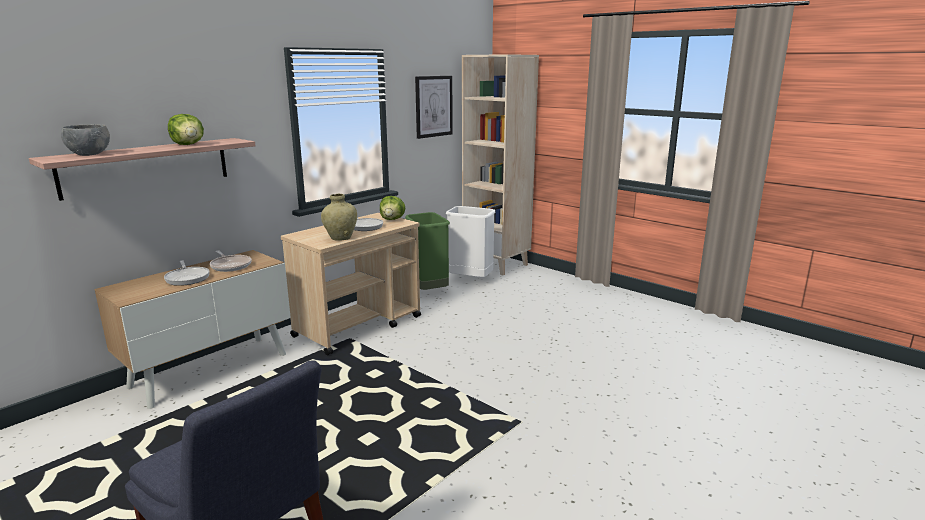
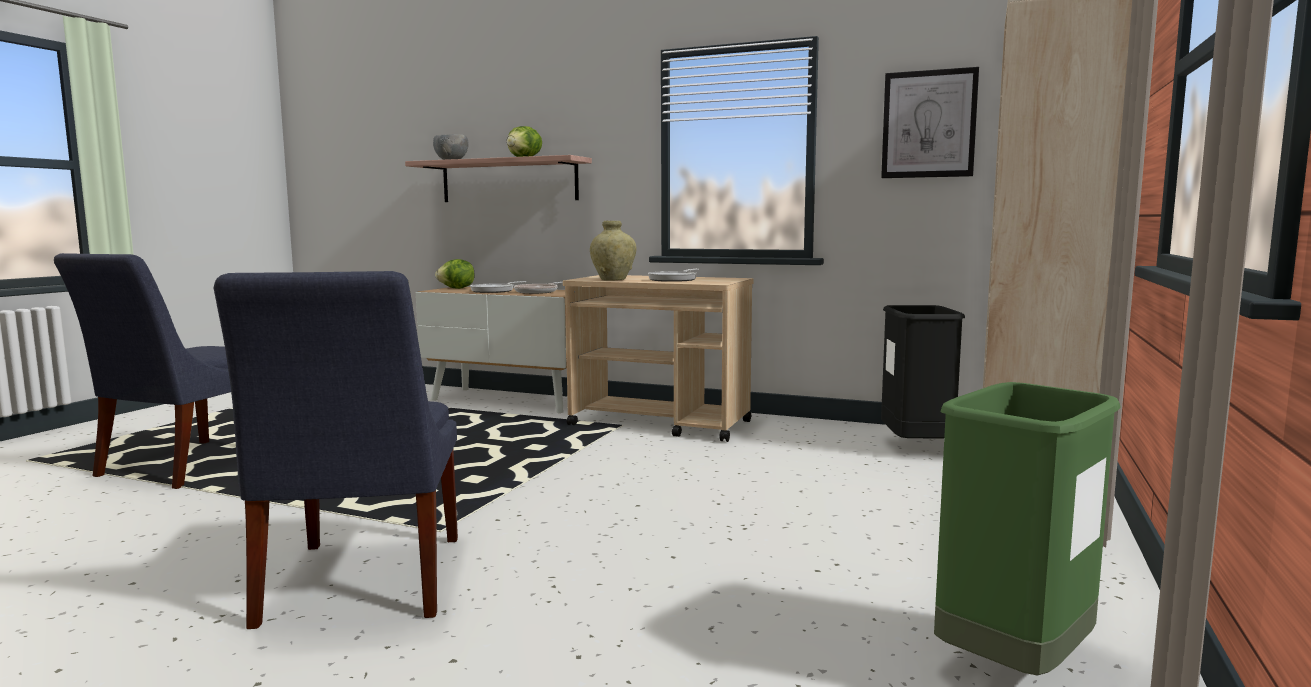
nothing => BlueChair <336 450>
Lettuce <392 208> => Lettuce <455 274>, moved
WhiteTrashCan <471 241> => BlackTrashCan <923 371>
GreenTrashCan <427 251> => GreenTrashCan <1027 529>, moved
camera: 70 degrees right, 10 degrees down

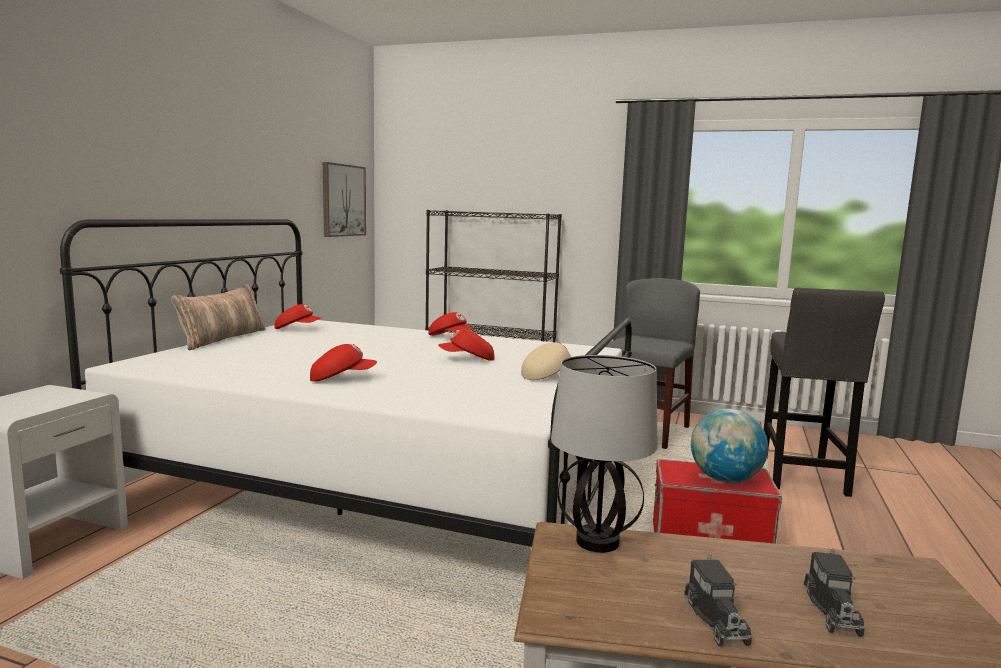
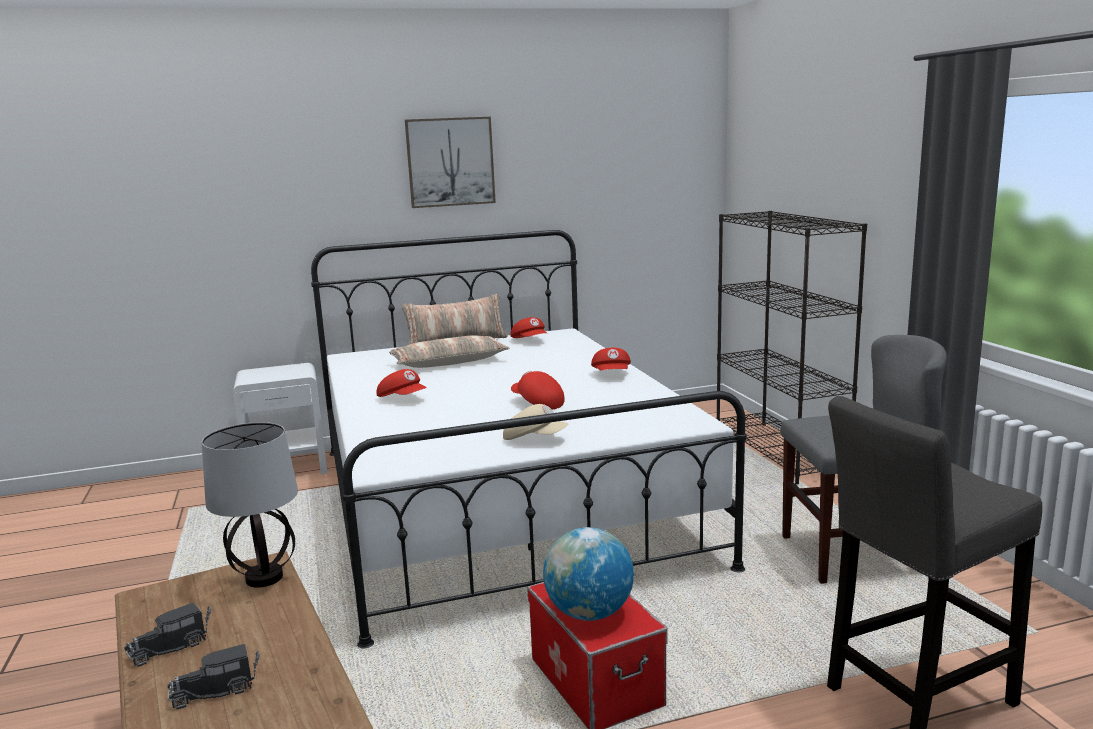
nothing => Pillow <449 351>
Picture <344 199> => Picture <450 162>, moved
camera: 55 degrees right, 5 degrees up

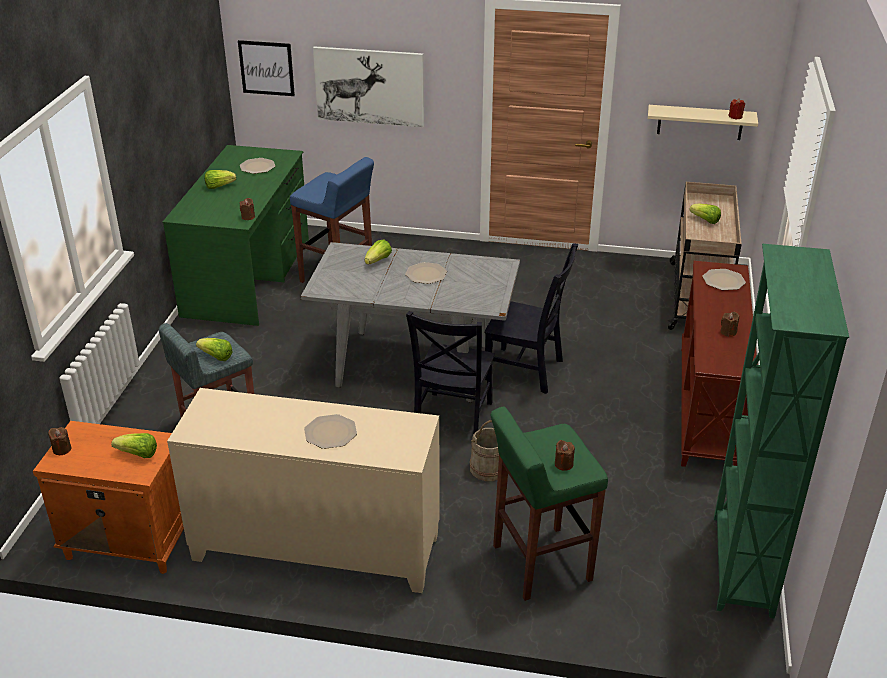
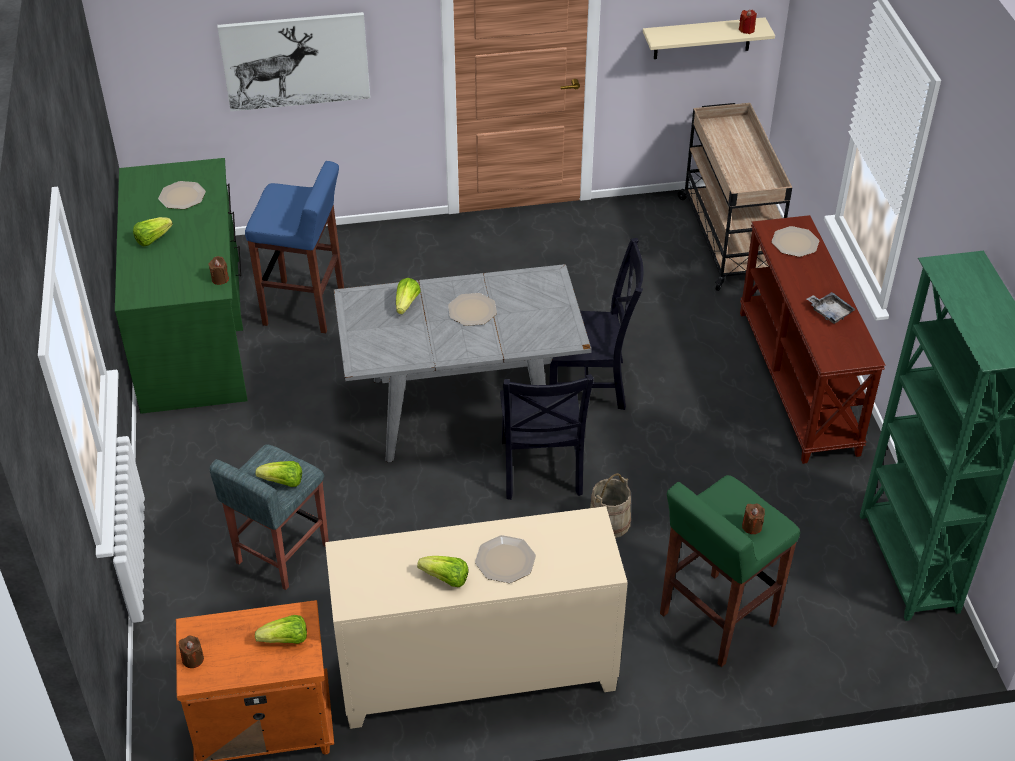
Lettuce <705 214> => Lettuce <443 571>, moved
BrownCandle <729 324> => GreyTray <831 308>
Picture <266 68> => nothing
camera: 20 degrees left, 10 degrees up

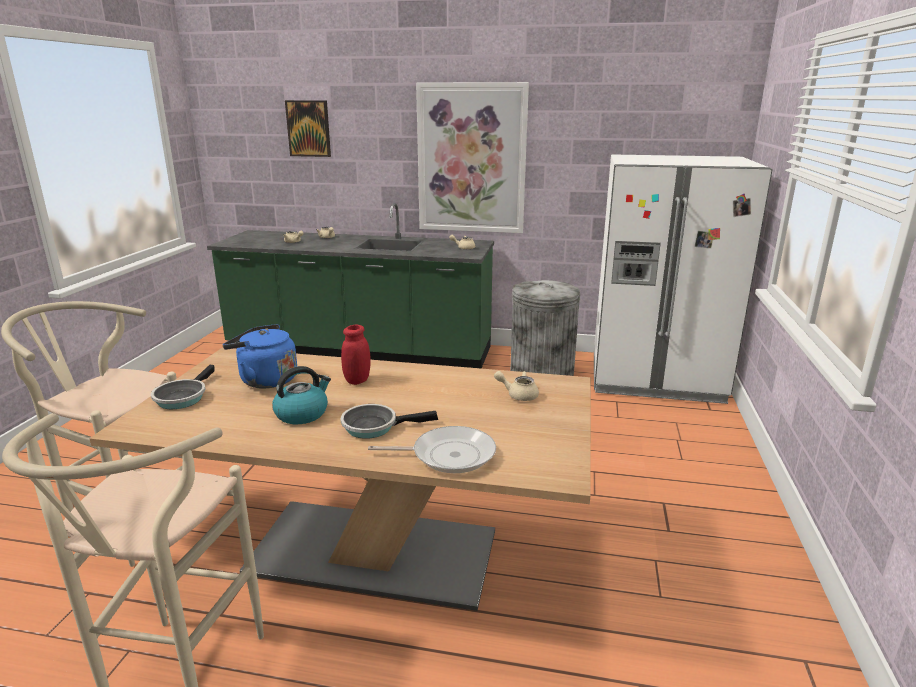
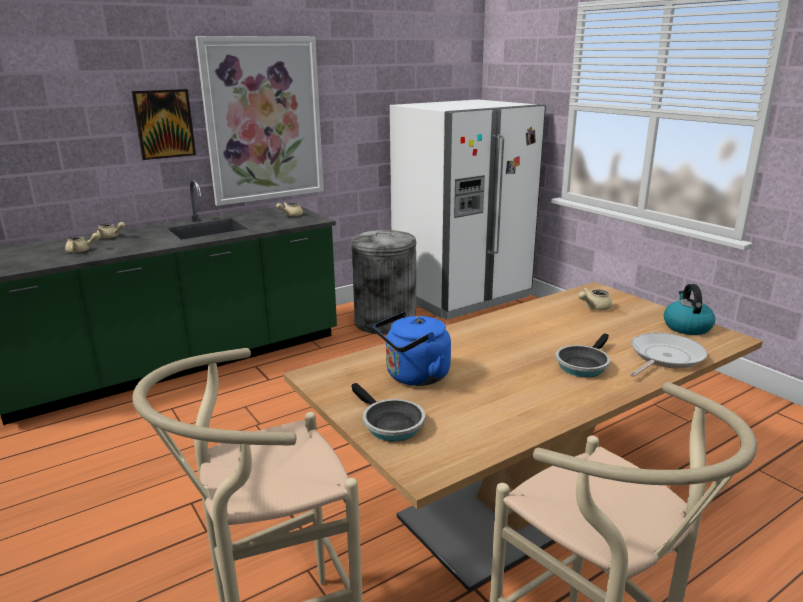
Picture <308 128> => Picture <163 124>, moved
Kettle <301 395> => Kettle <689 309>, moved
RedJar <356 355> => nothing
camera: 45 degrees left, 0 degrees up

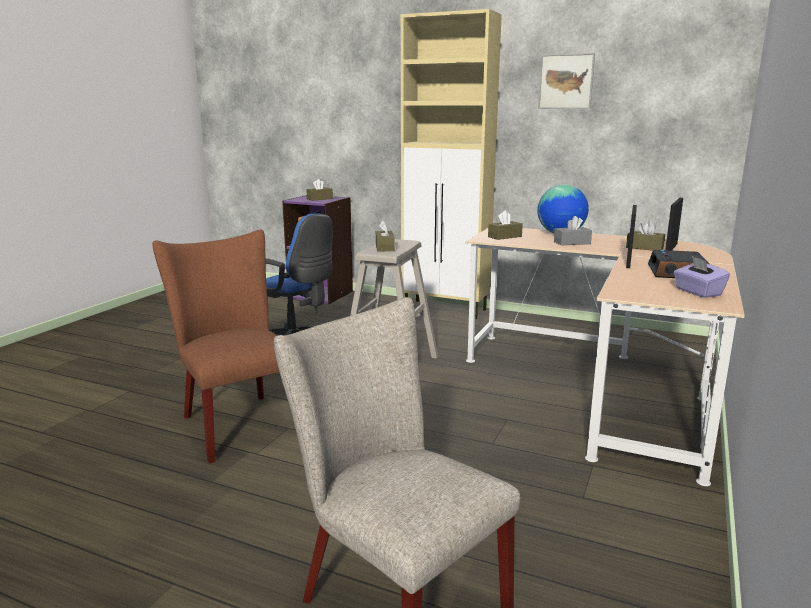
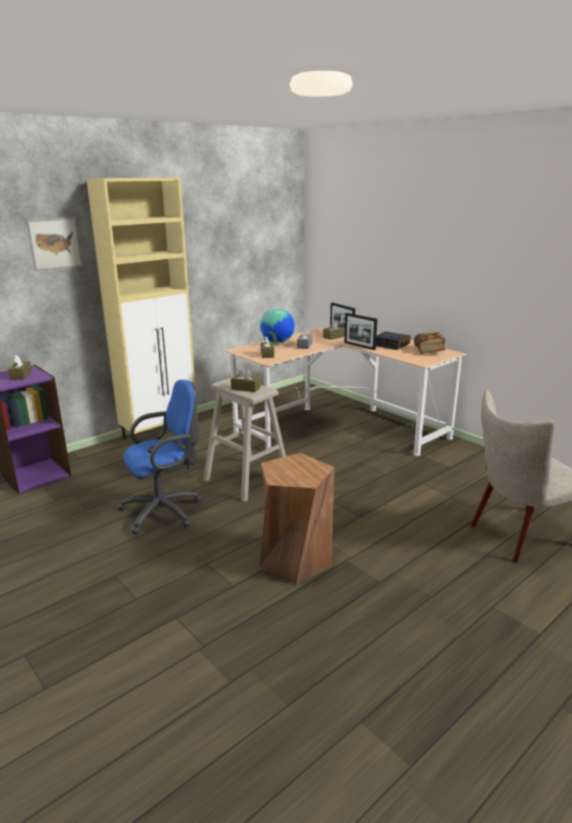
Picture <566 81> => Picture <54 244>, moved
BrownChair <215 346> => BrownStool <297 518>
PurpleTissueBox <702 277> => Book <429 343>
camera: 65 degrees left, 5 degrees up

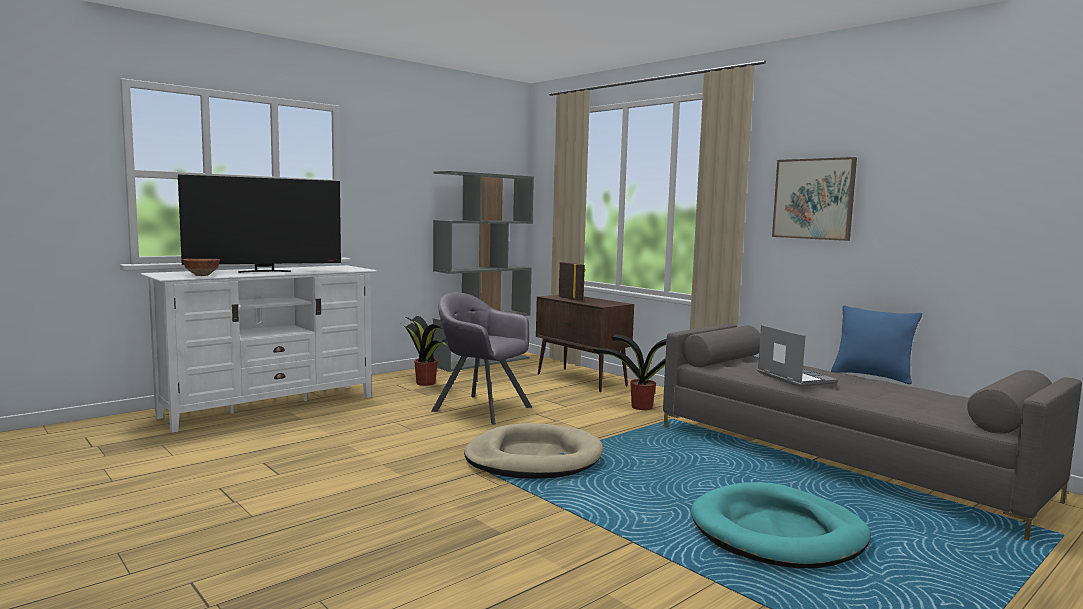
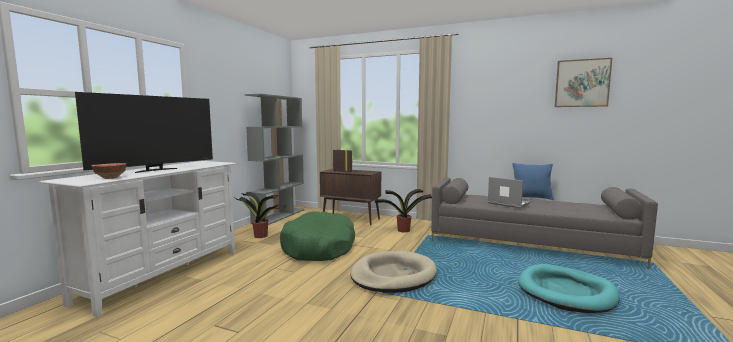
GreyArmchair <481 358> => GreenDogBed <317 236>
Picture <814 199> => Picture <583 82>, moved
camera: 25 degrees left, 0 degrees up

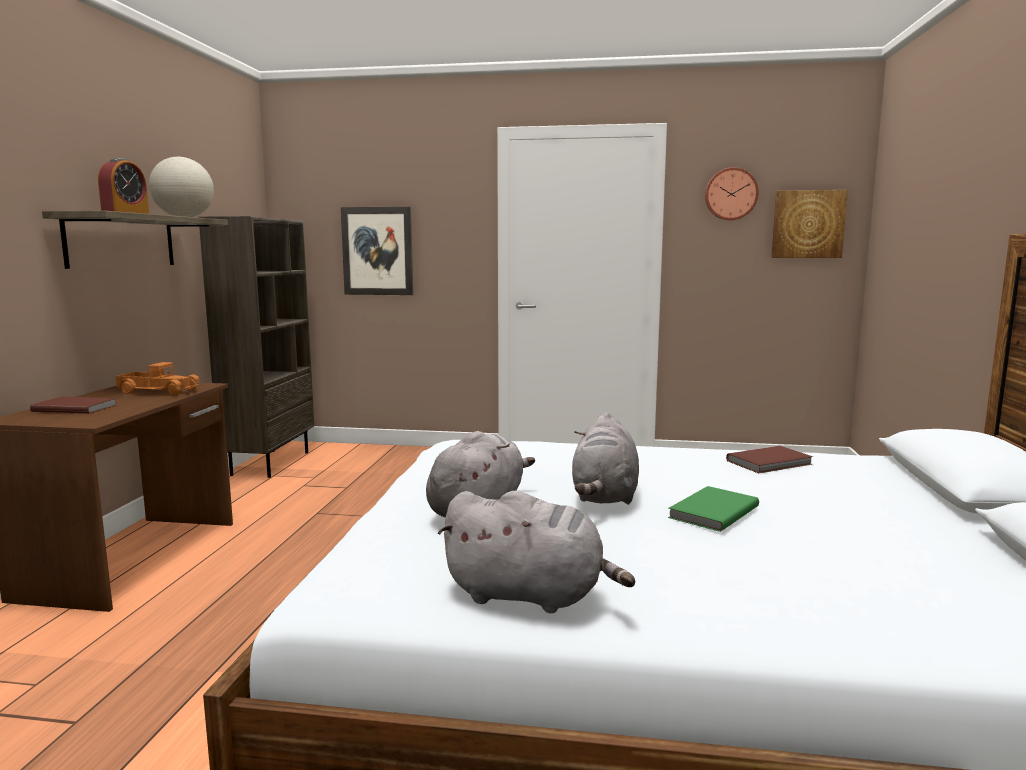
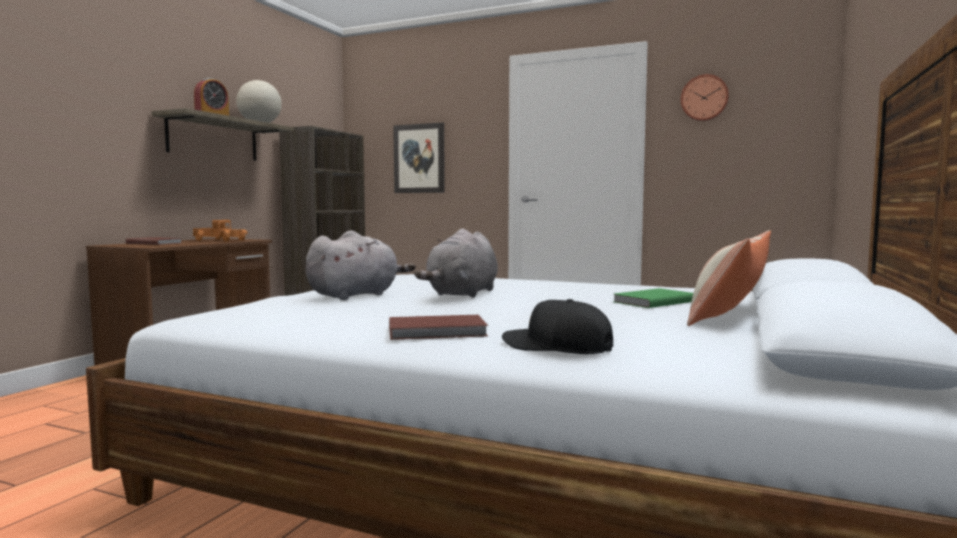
BrownBook <769 459> => BrownBook <438 327>, moved
nothing => BlackCap <557 326>
GreenBook <713 509> => GreenBook <653 298>, moved
nothing => Pillow <729 278>
GreyPlushToy <536 552> => nothing
Picture <809 224> => nothing
camera: 15 degrees right, 5 degrees down

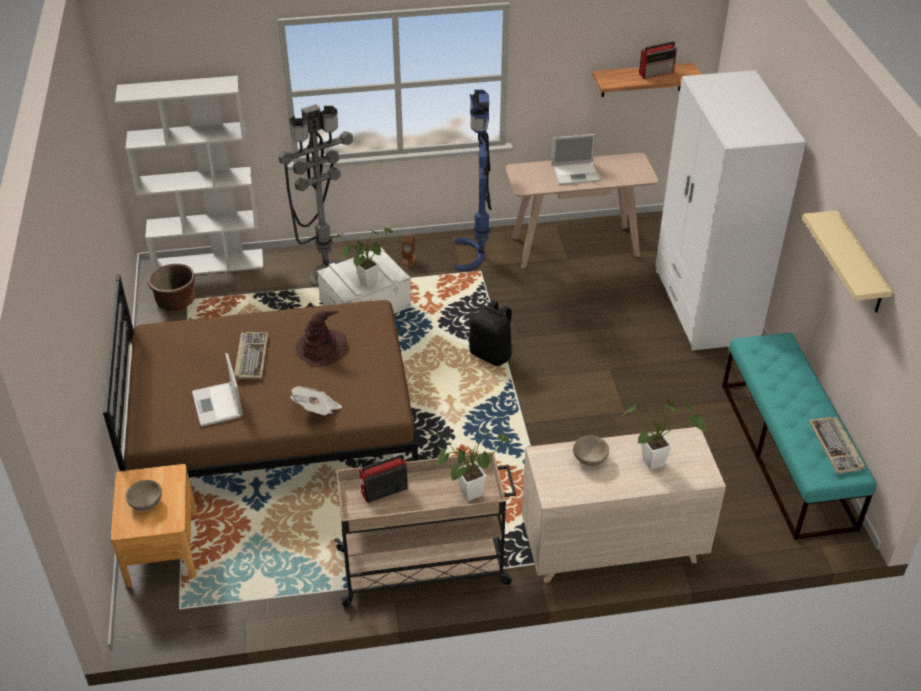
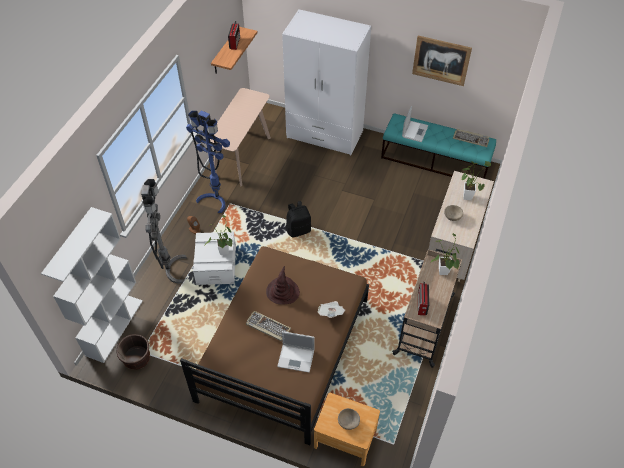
Laptop <576 159> => Laptop <415 124>, moved
BeigeShelf <847 261> => Picture <442 61>
camera: 60 degrees left, 10 degrees up

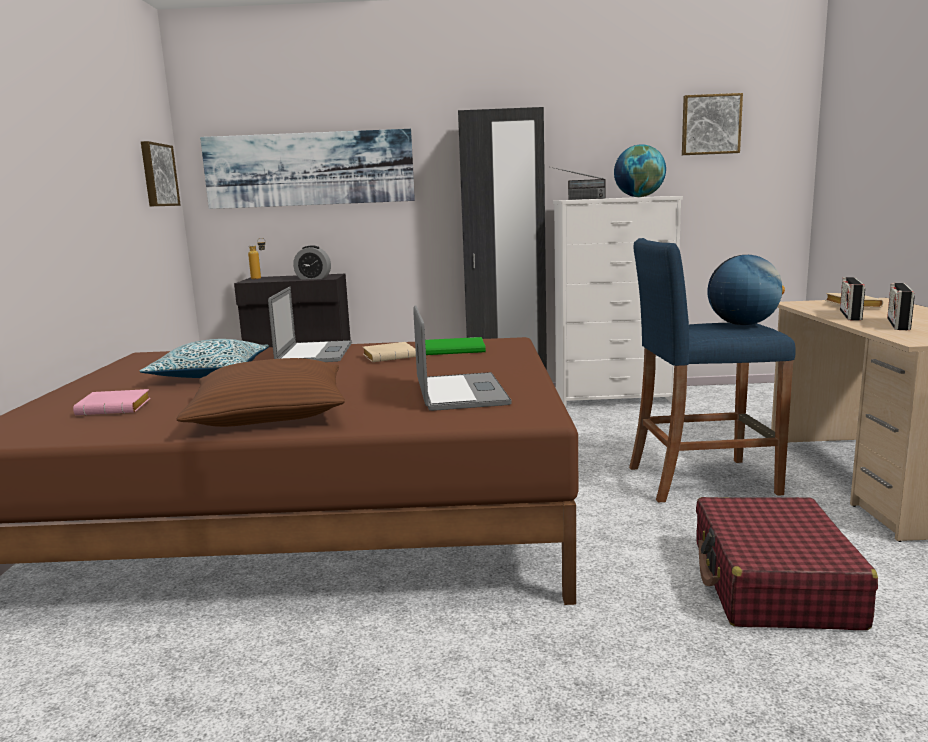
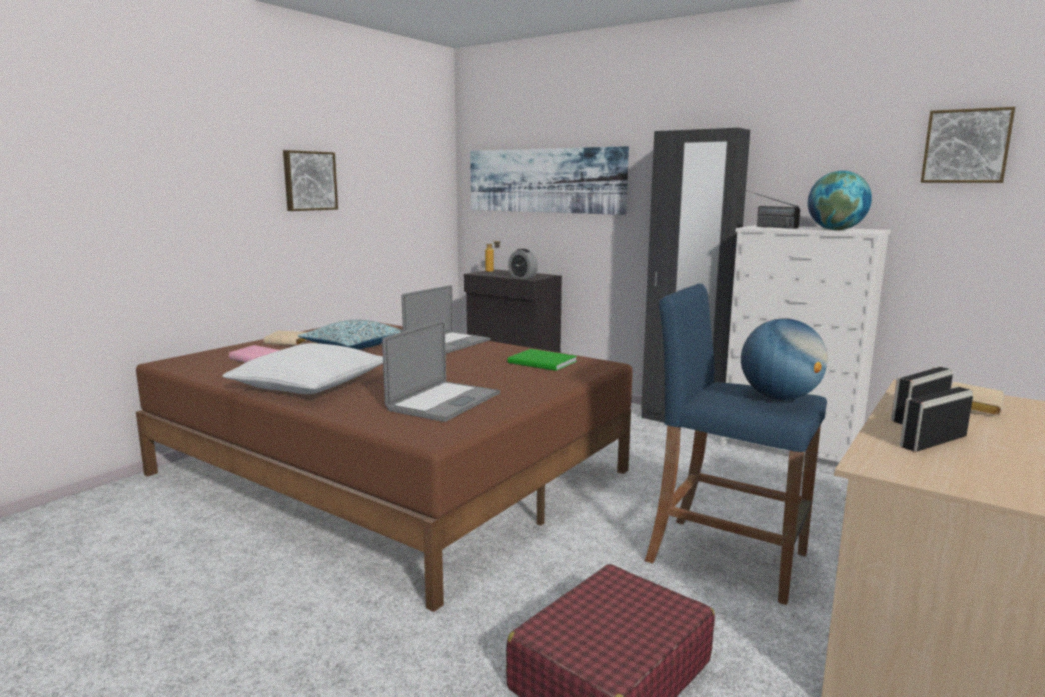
BrownPillow <261 392> => WhitePillow <302 368>
BeigeBook <389 352> => BeigeBook <285 338>, moved
Picture <161 173> => Picture <310 180>, moved
camera: 35 degrees right, 0 degrees up

